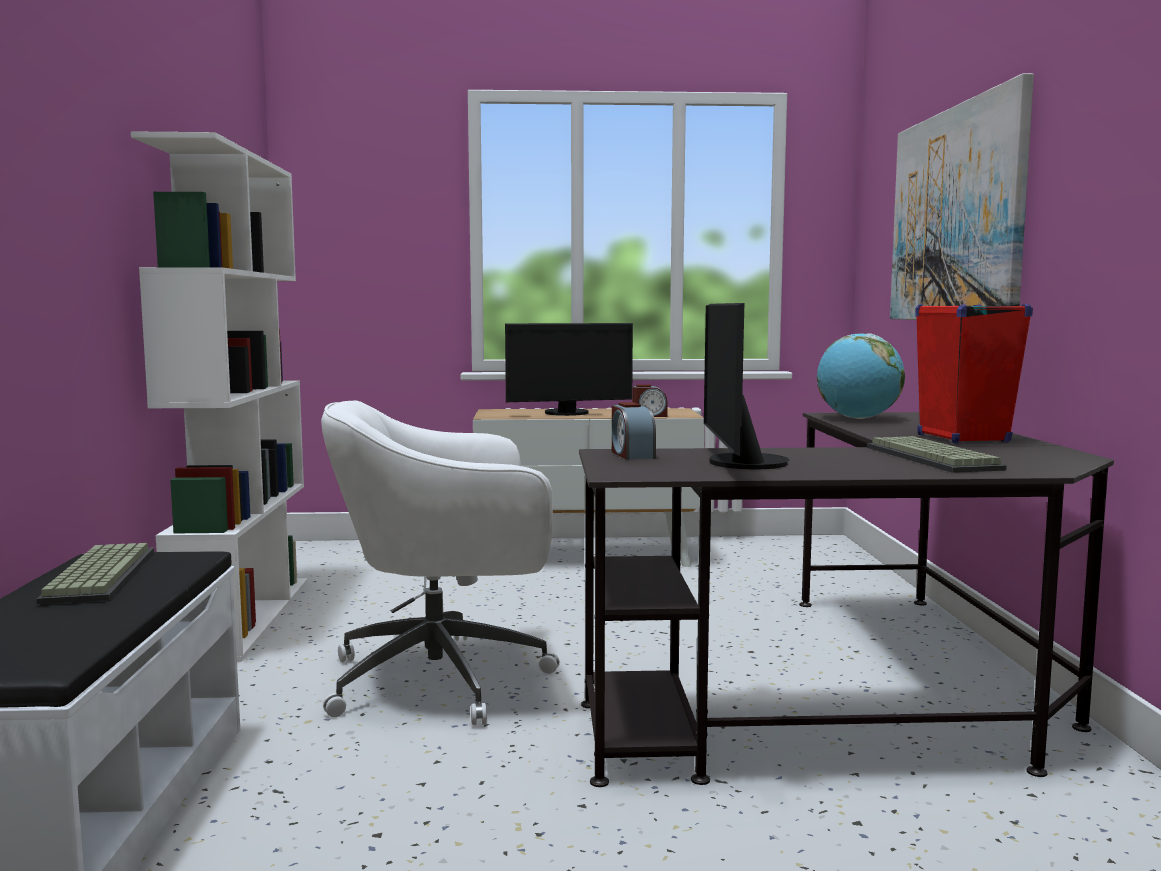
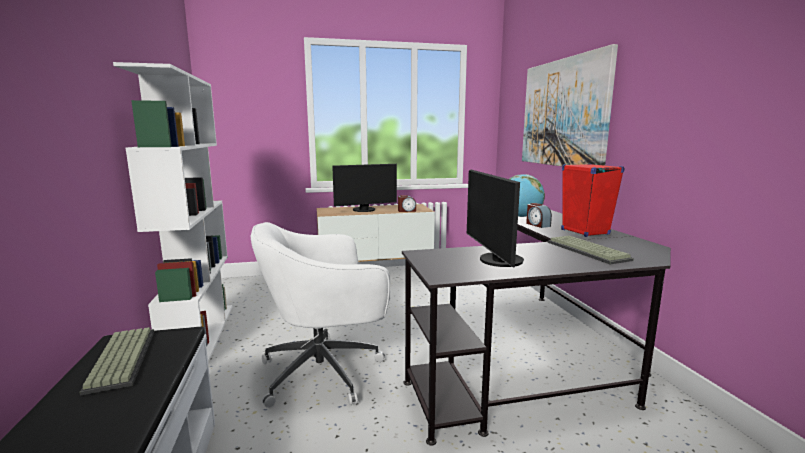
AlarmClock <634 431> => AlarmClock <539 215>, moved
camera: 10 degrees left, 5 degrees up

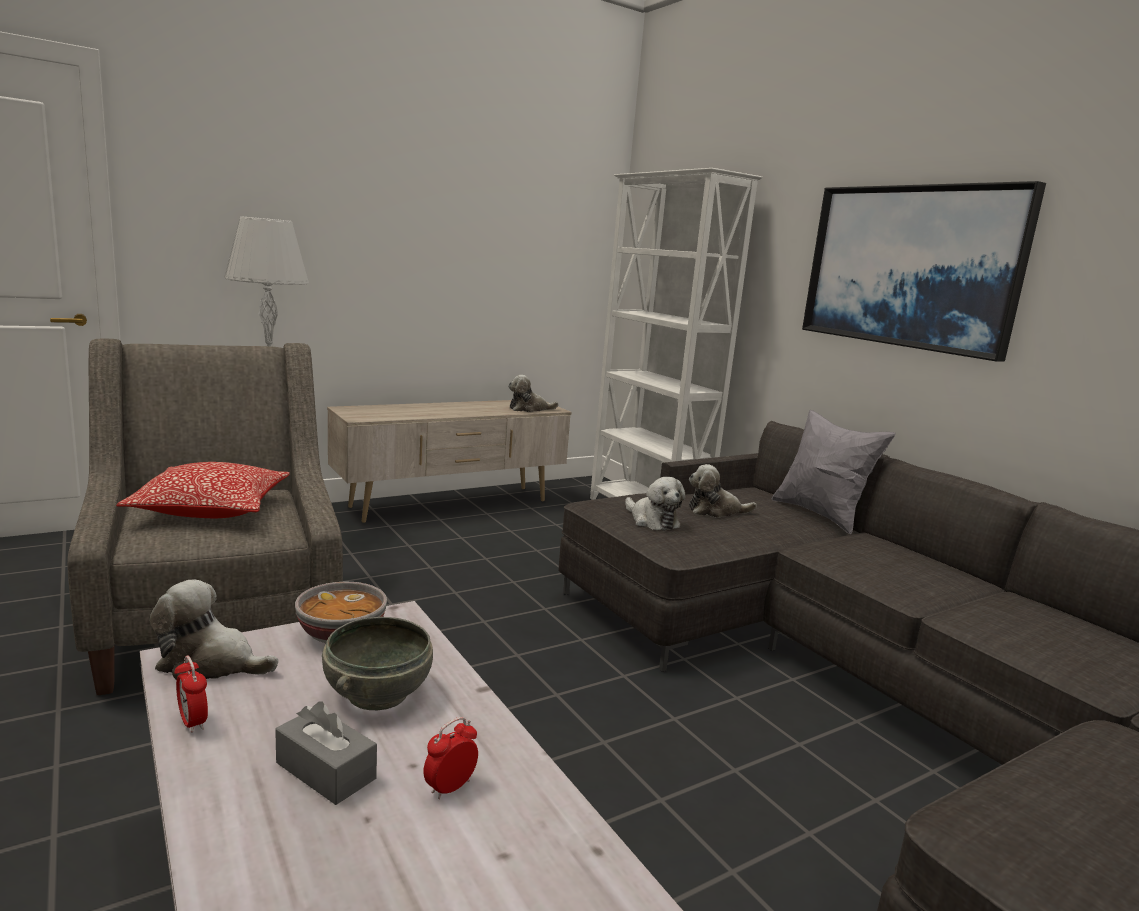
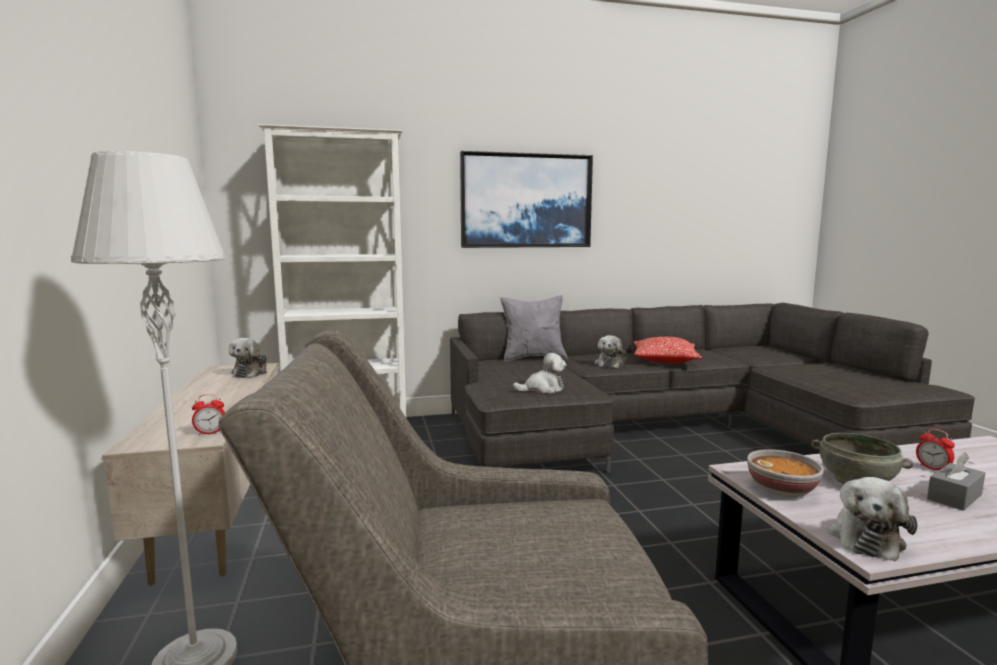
AlarmClock <191 694> => AlarmClock <208 414>, moved
PlushToy <723 491> => PlushToy <610 351>, moved
Pillow <203 490> => Pillow <668 350>, moved
camera: 70 degrees left, 5 degrees down

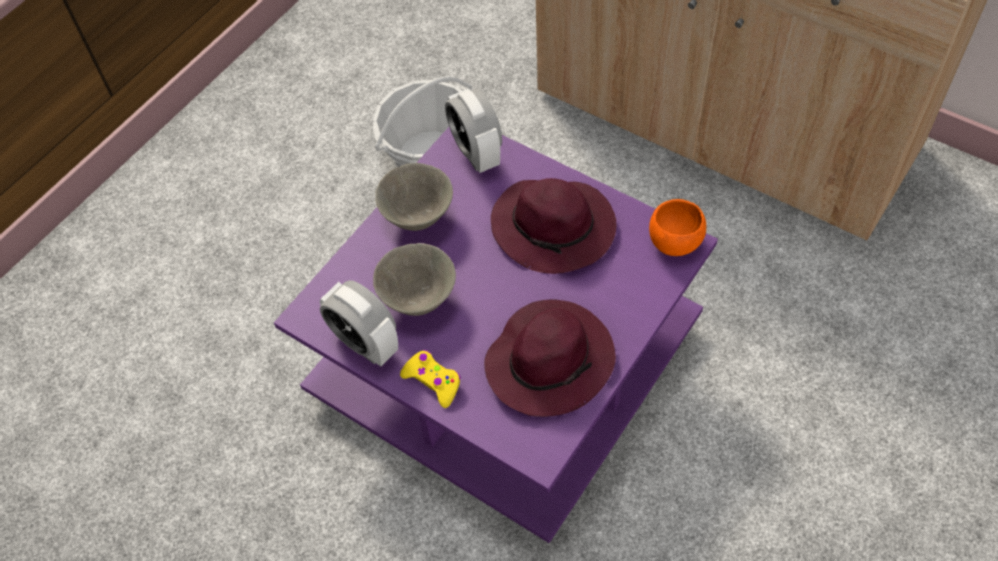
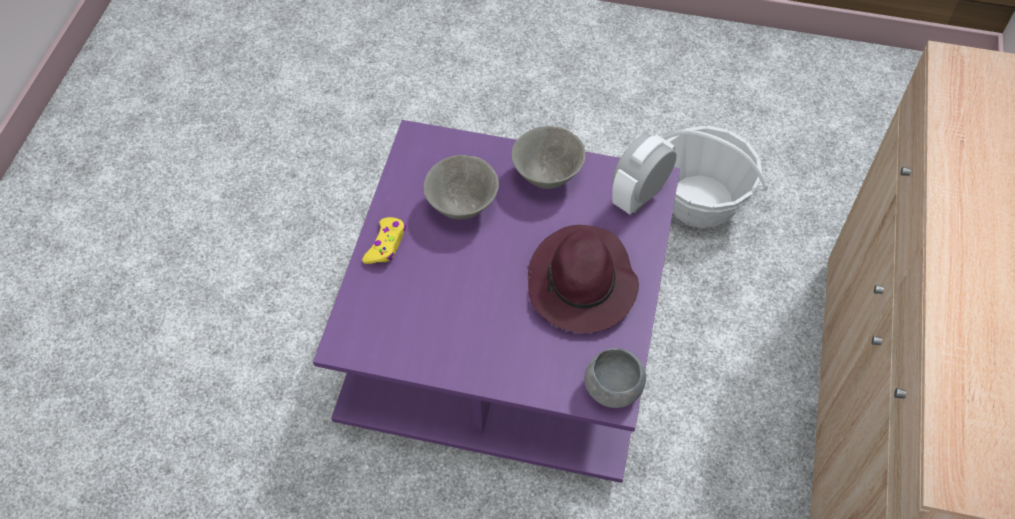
OrangeBowl <677 227> => GreyBowl <615 378>
AlarmClock <359 323> => nothing
PurpleHat <550 358> => nothing
camera: 65 degrees right, 0 degrees up

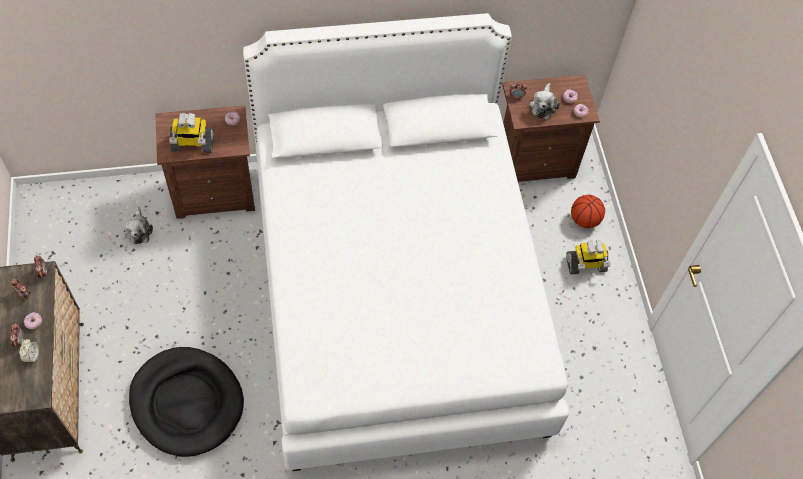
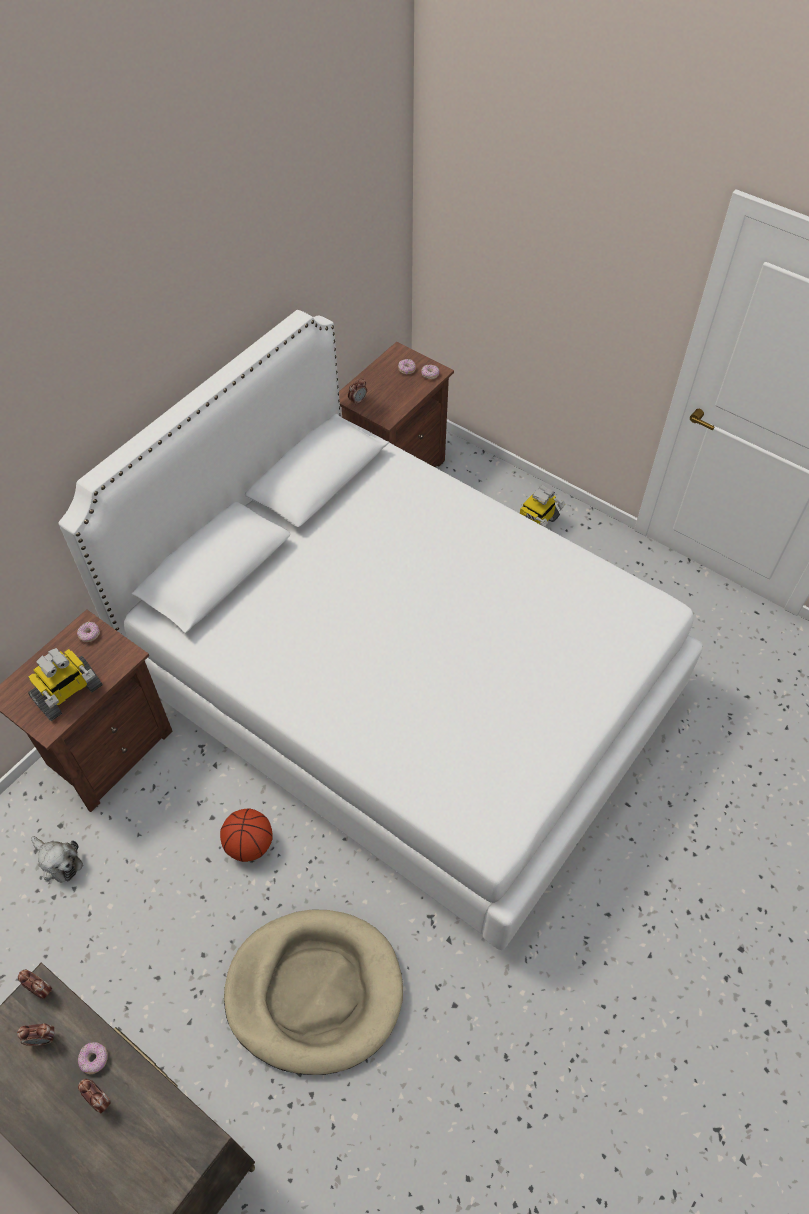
Basketball <588 211> => Basketball <246 835>, moved
BlackDogBed <186 402> => BeigeDogBed <313 992>
AlarmClock <29 350> => nothing
PlushToy <544 101> => nothing
camera: 40 degrees left, 5 degrees down

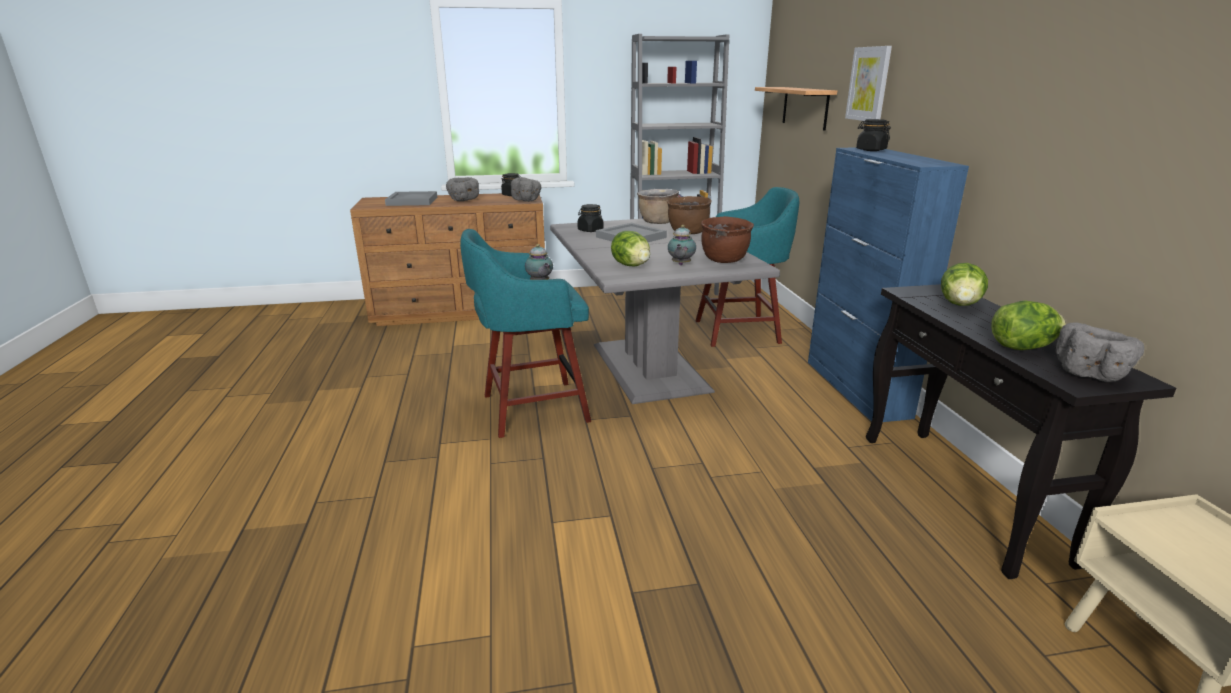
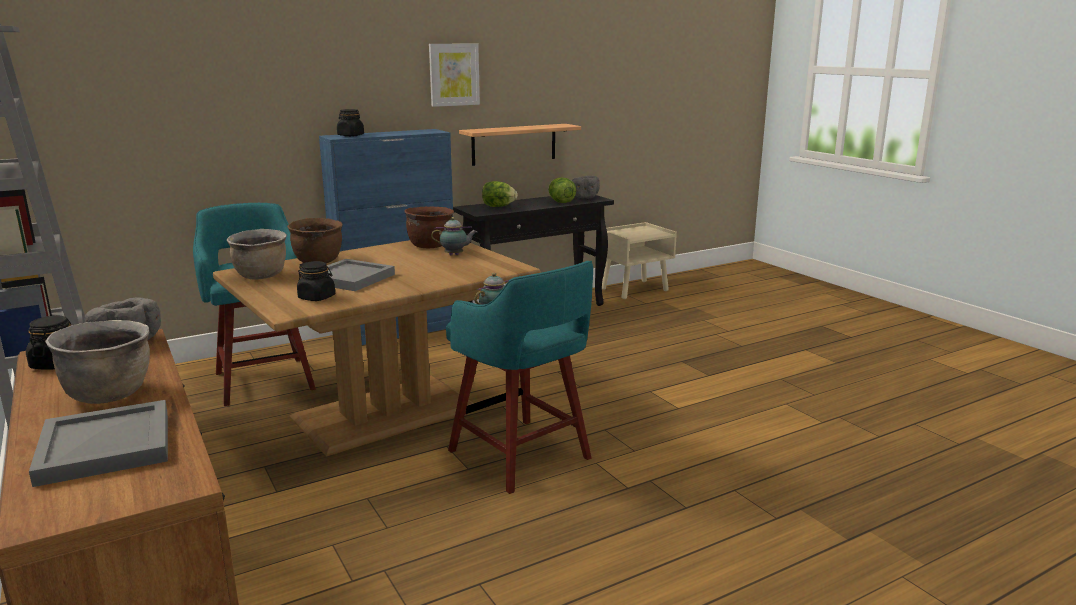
GreyBowl <462 189> => BrownCookingPot <97 362>
GreyDiningTable <665 311> => BrownDiningTable <376 348>
Picture <868 83> => Picture <454 75>, moved
Shelf <796 109> => Shelf <520 145>, moved
Lettuce <630 248> => nothing
camera: 110 degrees left, 5 degrees down

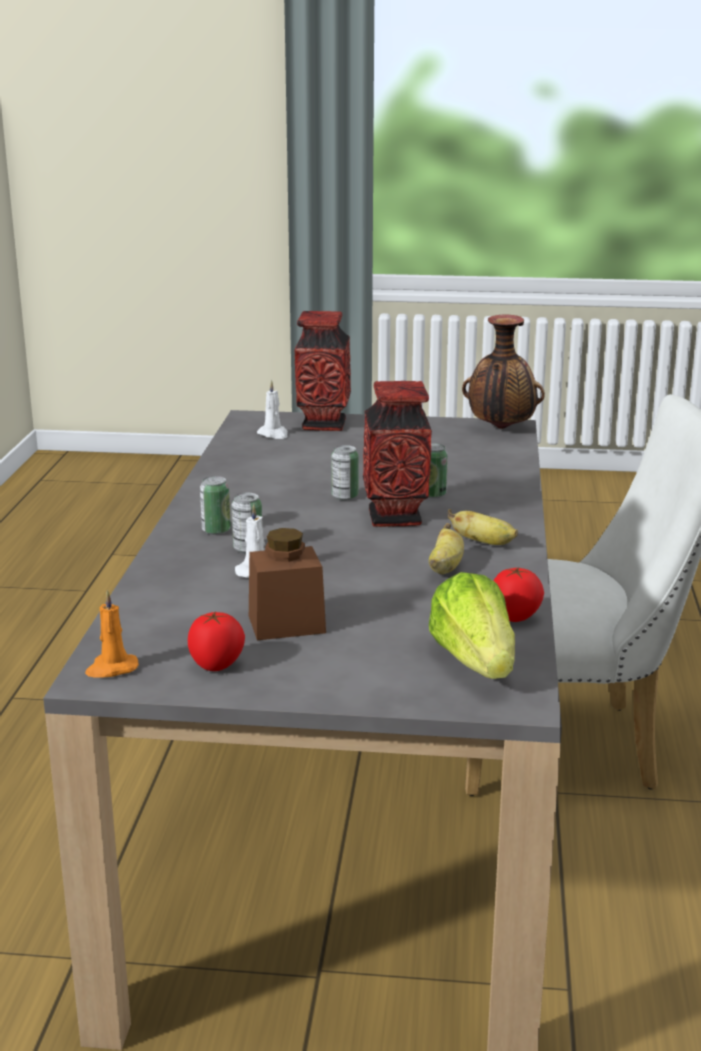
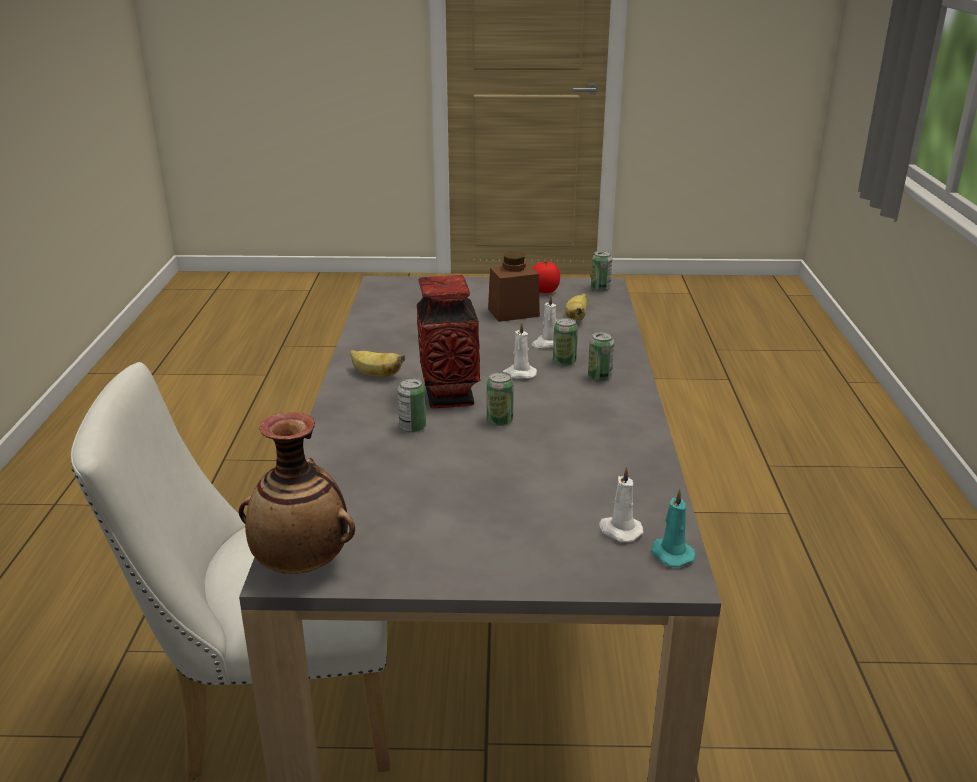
nothing => WhiteCandle <519 350>
Banana <446 548> => Banana <576 307>, moved
OrangeCandle <112 634> => Can <601 271>
nothing => TurquoiseCandle <673 527>
Vase <323 371> => nothing
Lettuce <472 625> => nothing
Tomato <519 594> => nothing
camera: 175 degrees right, 5 degrees up

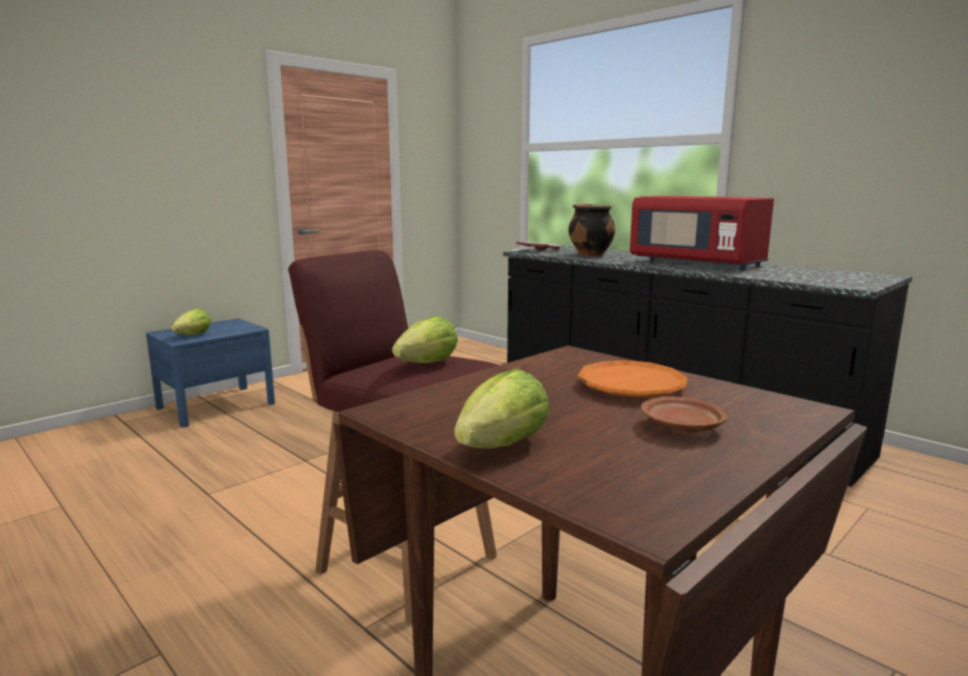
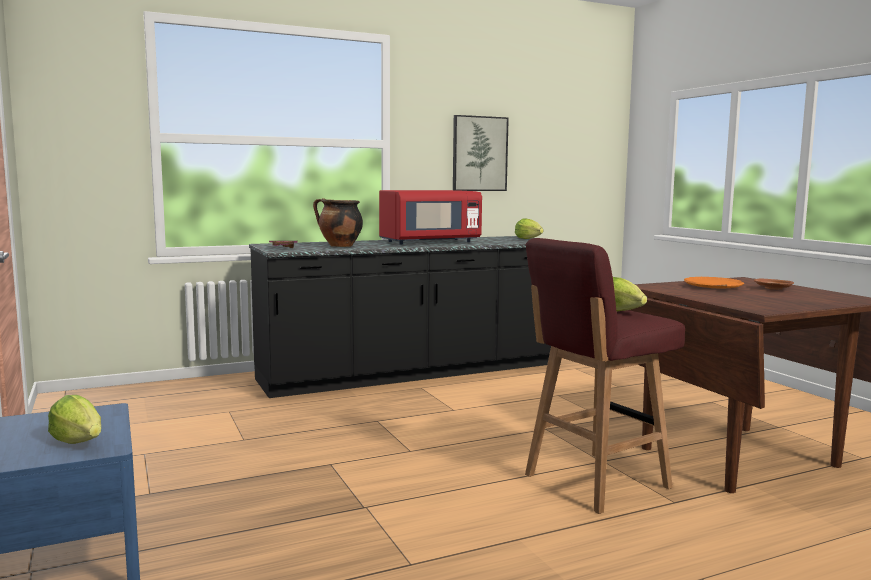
nothing => Picture <481 153>
Lettuce <501 409> => Lettuce <529 228>, moved
camera: 70 degrees left, 5 degrees down

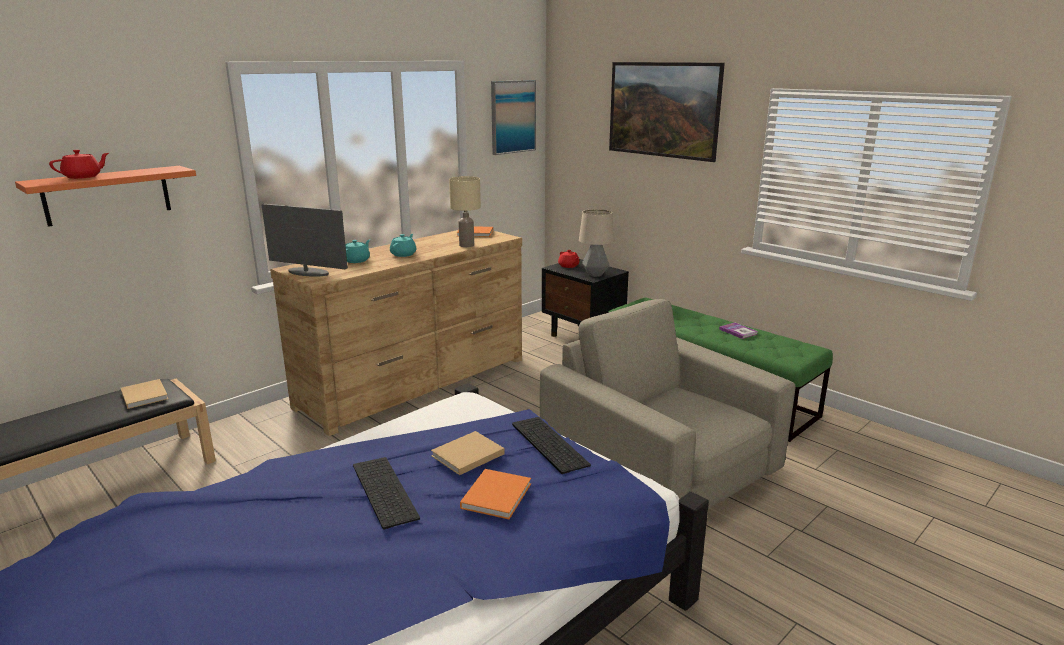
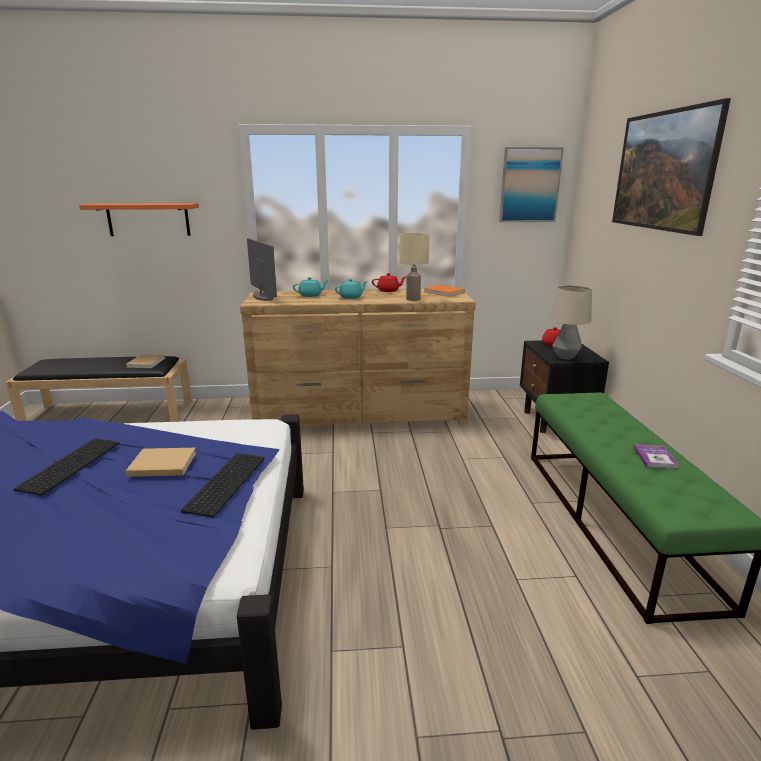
RedTeapot <79 164> => RedTeapot <389 282>, moved
OrangeBook <495 494> => nothing
BeigeArmchair <667 404> => nothing
camera: 40 degrees right, 0 degrees up

